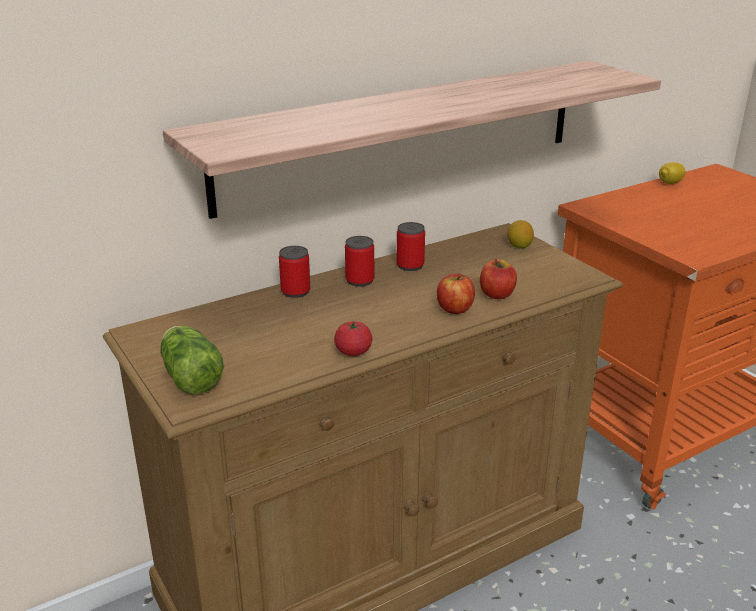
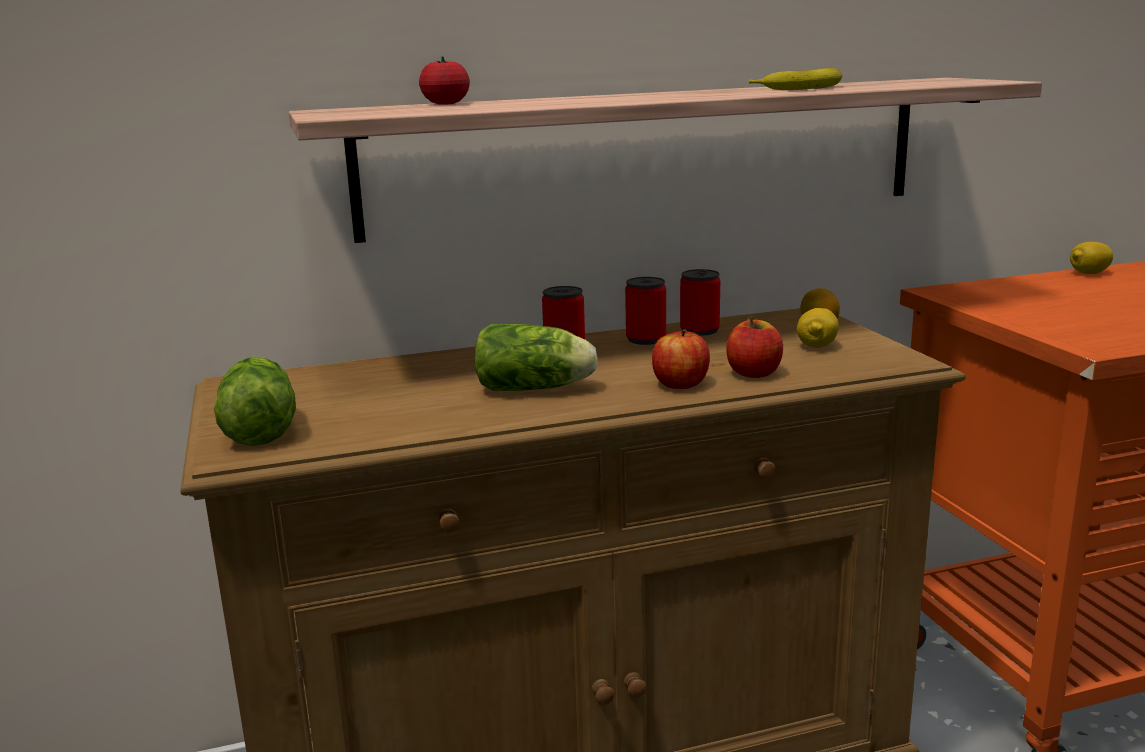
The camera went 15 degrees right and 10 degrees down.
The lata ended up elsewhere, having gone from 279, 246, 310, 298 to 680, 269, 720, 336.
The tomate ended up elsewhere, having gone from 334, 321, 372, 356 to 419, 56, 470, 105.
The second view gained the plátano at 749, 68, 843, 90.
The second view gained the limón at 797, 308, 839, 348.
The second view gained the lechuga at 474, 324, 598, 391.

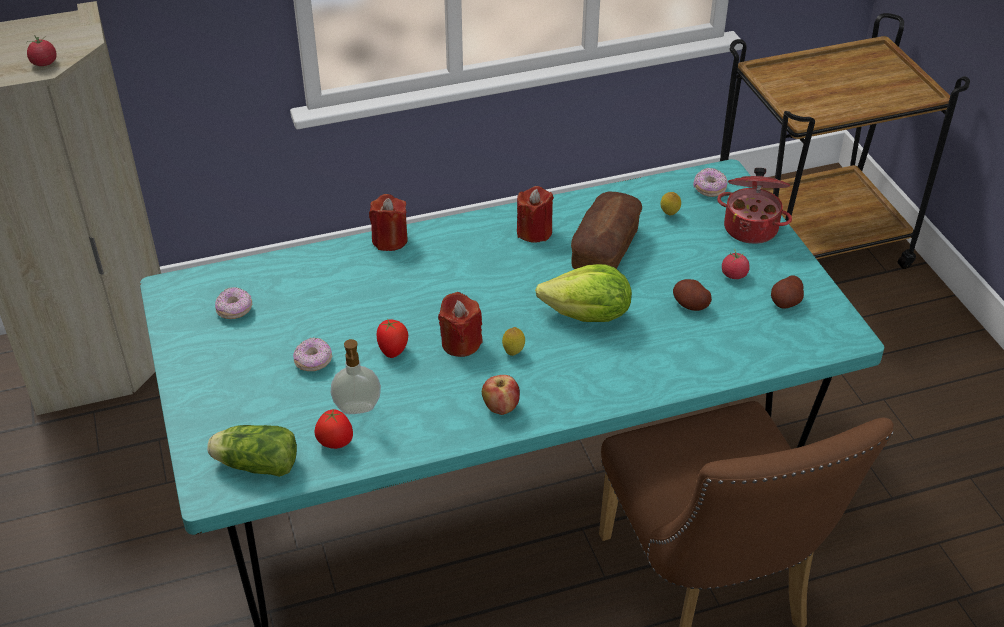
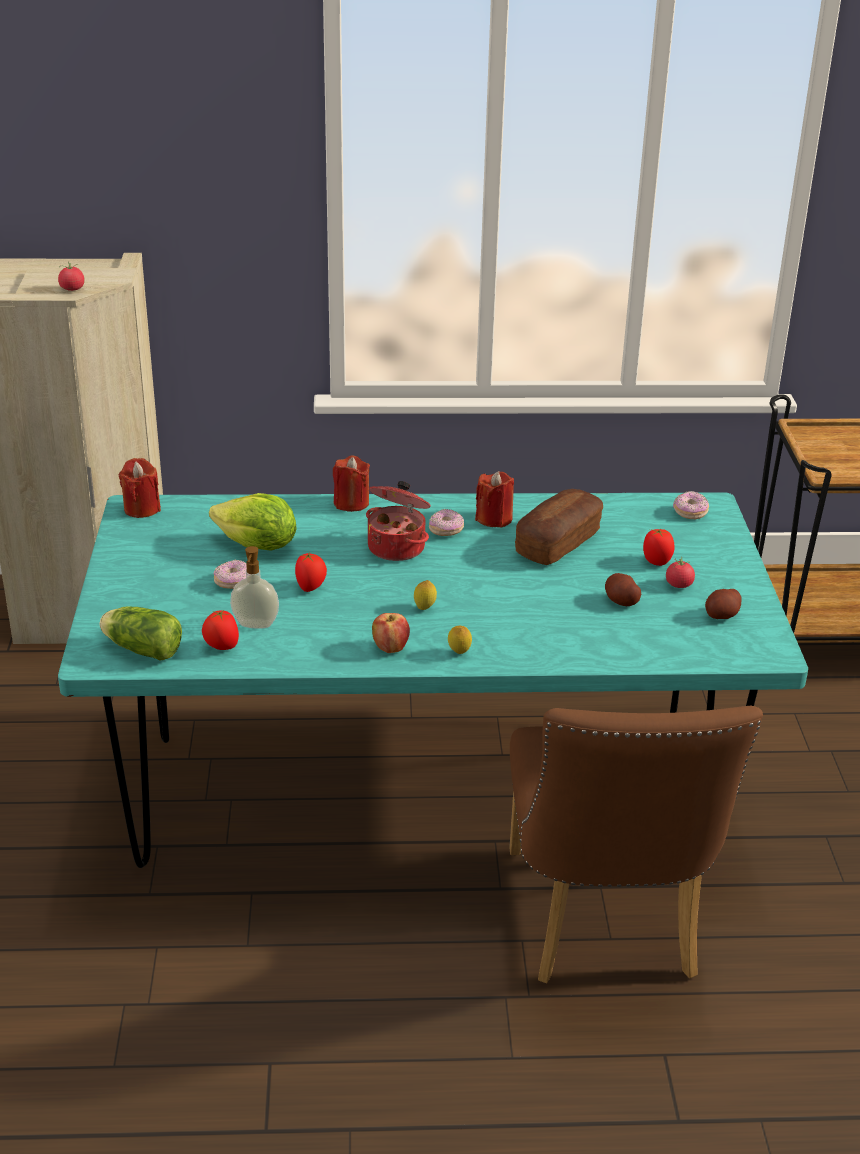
The camera went 15 degrees right and 10 degrees down.
The olla ended up elsewhere, having gone from 717, 168, 792, 244 to 366, 481, 431, 561.
The limón ended up elsewhere, having gone from 661, 192, 681, 216 to 448, 626, 472, 654.
The lechuga ended up elsewhere, having gone from 535, 264, 632, 322 to 209, 493, 297, 551.
The rosquilla ended up elsewhere, having gone from 215, 287, 253, 319 to 429, 509, 464, 536.
The vela (rojo) ended up elsewhere, having gone from 438, 292, 482, 357 to 119, 458, 161, 518.
The second view gained the tomate at 643, 529, 674, 566.

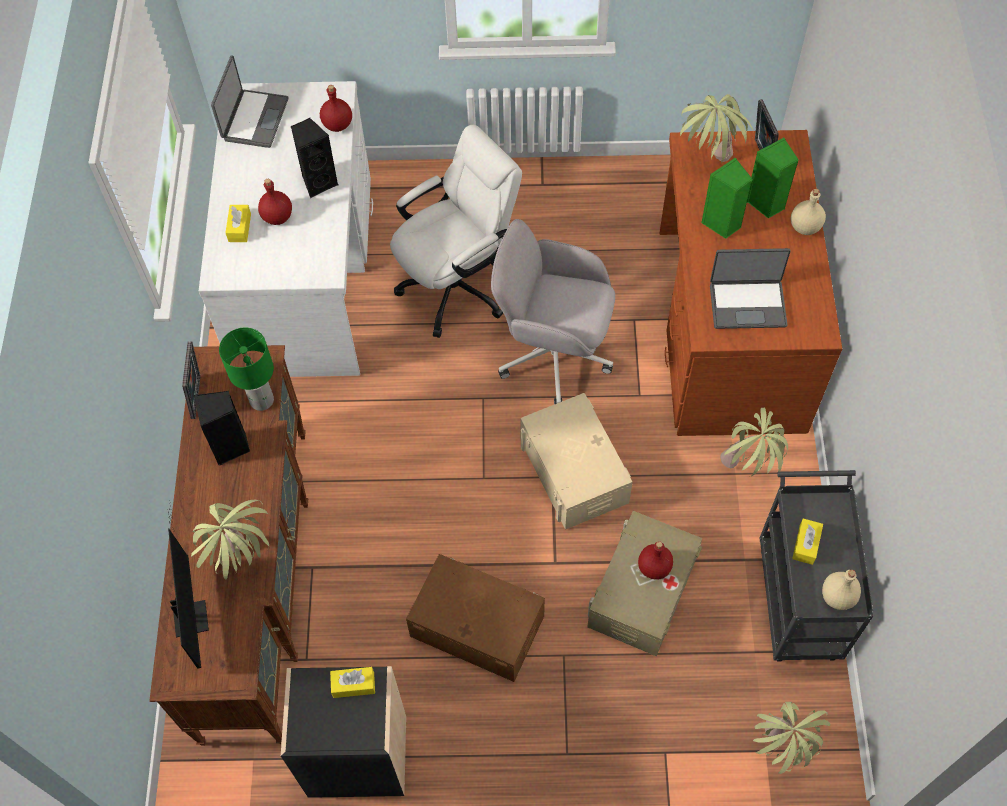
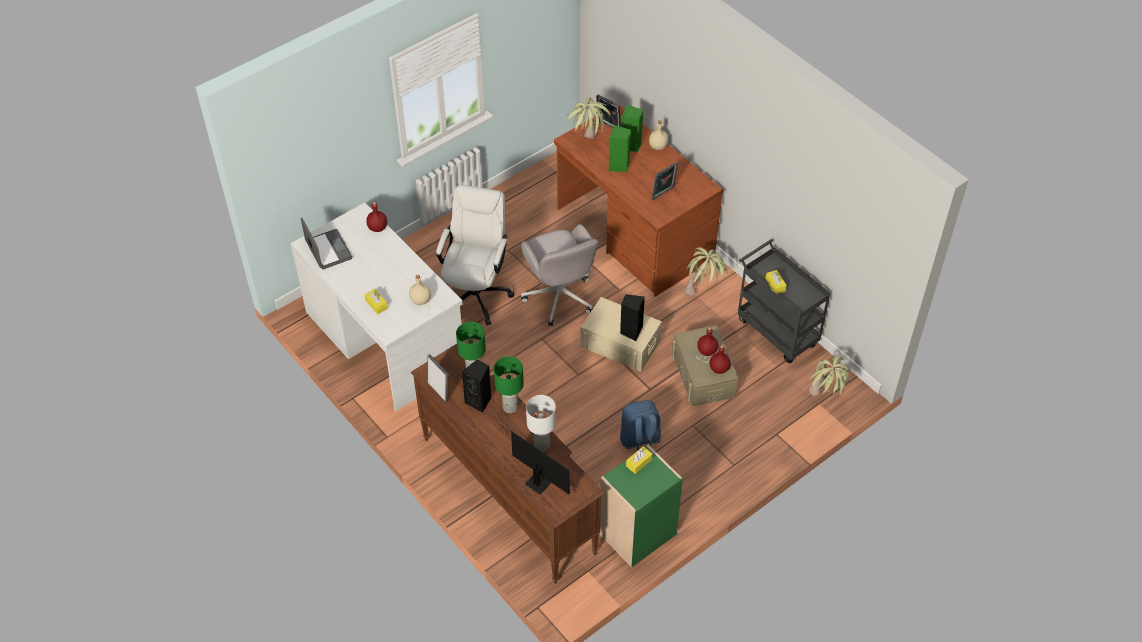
The camera went 40 degrees left and 10 degrees down.
The altavoz (negro) ended up elsewhere, having gone from 291, 118, 339, 198 to 620, 294, 645, 341.
The botella (rojo) ended up elsewhere, having gone from 258, 179, 292, 225 to 709, 345, 731, 374.
The silla de oficina (gris) at 491, 219, 615, 404 ended up facing another way, 90 degrees counterclockwise from before.
Where the portátil stood at 710, 248, 790, 329, the portarretratos came to stand at 651, 162, 679, 200.
Where the planta en maceta stood at 191, 500, 269, 579, the lámpara de mesa (blanco) came to stand at 526, 395, 556, 452.
Where the caja de almacenaje (marrón) stood at 406, 554, 545, 682, the mochila (azul) came to stand at 620, 400, 661, 451.
The botella (beis) ended up elsewhere, having gone from 822, 570, 861, 610 to 409, 275, 431, 305.
What was the estantería (negro) at 281, 666, 406, 798 turned into the estantería (verde) at 599, 445, 683, 568.
The second view gained the lámpara de mesa (verde) at 494, 356, 524, 413.

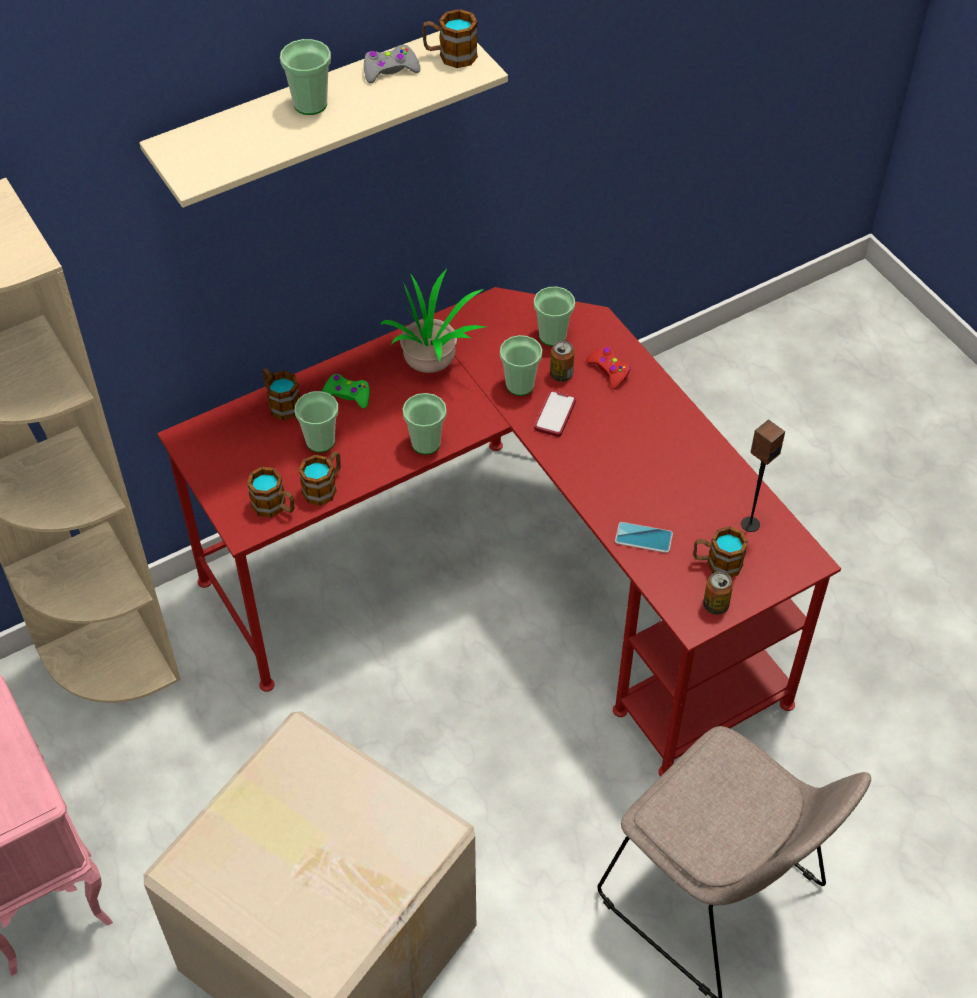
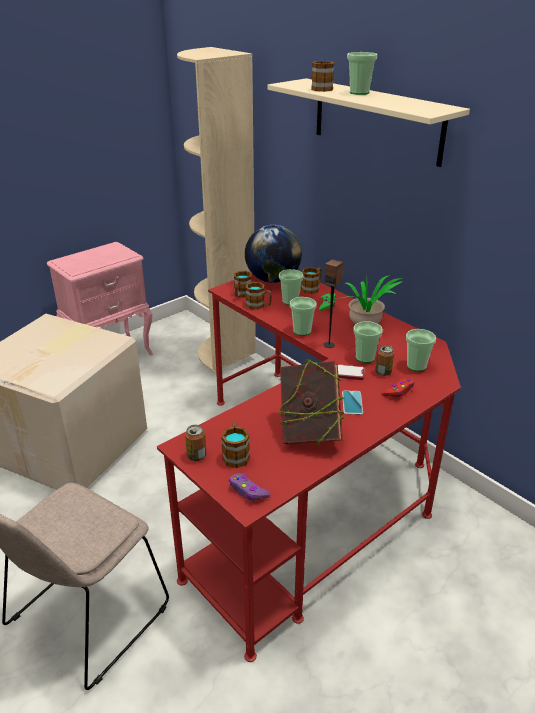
The camera went 80 degrees right and 20 degrees down.
The taza grande ended up elsewhere, having gone from 422, 9, 478, 68 to 311, 61, 335, 92.
The second view lost the mando de consola (gris) at 364, 45, 421, 83.
The altavoz ended up elsewhere, having gone from 741, 420, 785, 532 to 323, 259, 343, 348.
The móvil ended up elsewhere, having gone from 615, 522, 673, 553 to 342, 390, 363, 415.
The second view gained the globo terráqueo at 245, 225, 302, 283.
The second view gained the libro at 278, 359, 345, 446.
The second view gained the mando de consola (morado) at 229, 473, 270, 501.

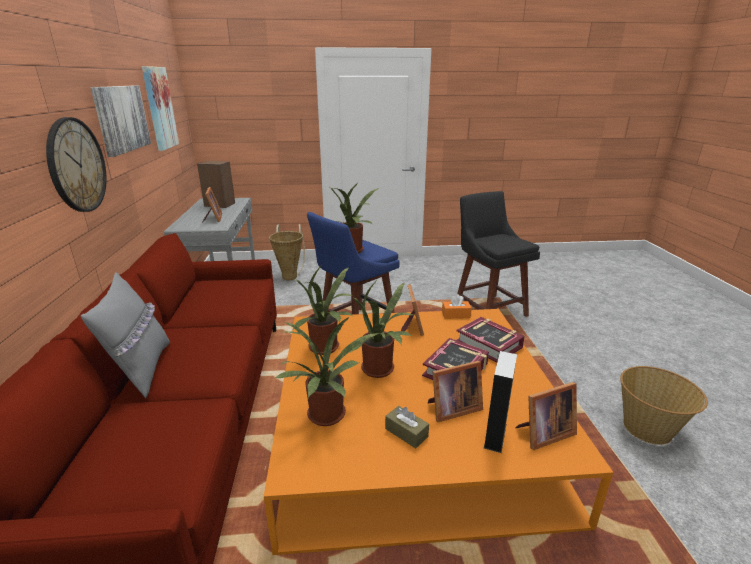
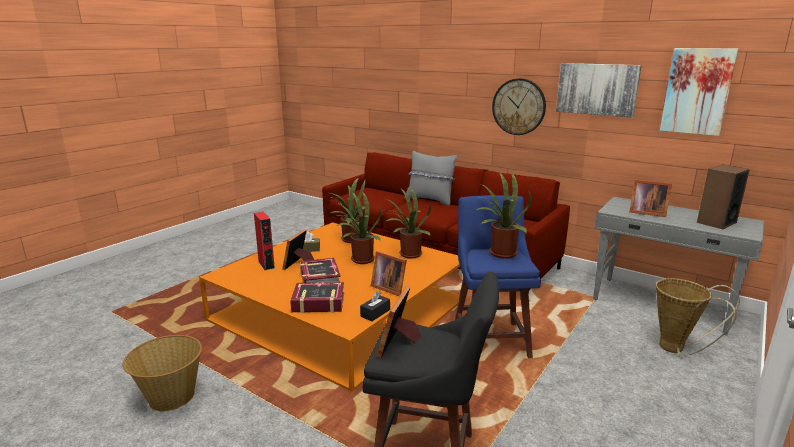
The camera went 130 degrees right and 5 degrees down.
What was the caja de pañuelos (naranja) at 442, 294, 472, 319 turned into the caja de pañuelos (negro) at 360, 291, 390, 321.
What was the altavoz (gris) at 484, 351, 517, 453 turned into the altavoz (rojo) at 254, 212, 275, 270.
The portarretratos ended up elsewhere, having gone from 515, 382, 577, 450 to 376, 285, 421, 358.

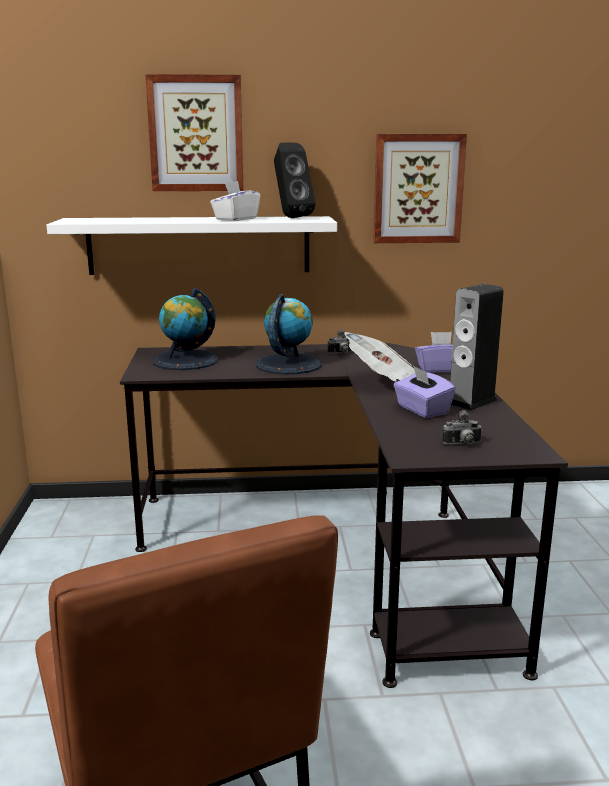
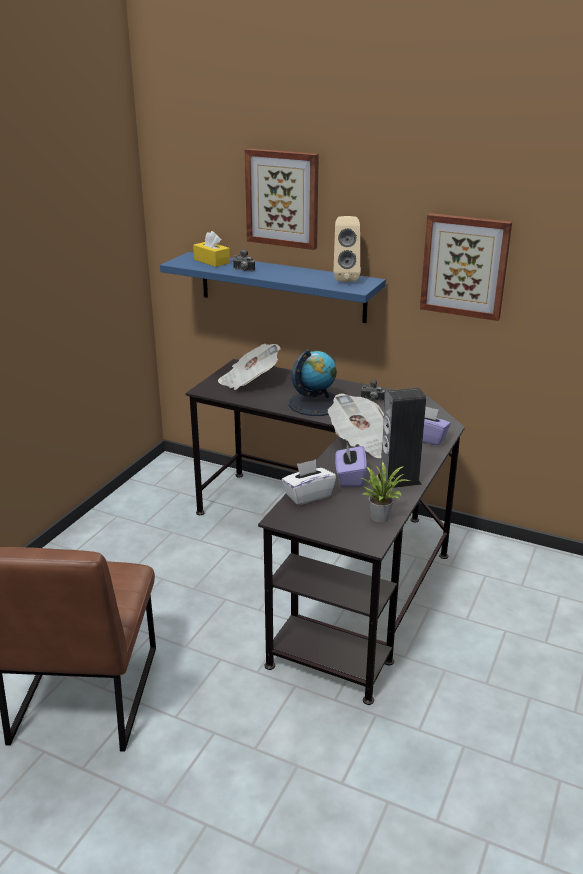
The camera went 30 degrees right and 10 degrees up.
What was the altavoz (negro) at 274, 142, 315, 218 turned into the altavoz (beis) at 334, 216, 360, 282.
The caja de pañuelos (blanco) ended up elsewhere, having gone from 210, 181, 260, 221 to 282, 459, 336, 505.
What was the estante (blanco) at 47, 216, 337, 275 turned into the estante (azul) at 160, 252, 386, 323.
Where the globo terráqueo stood at 153, 288, 219, 370, the periódico came to stand at 218, 344, 281, 390.
The cámara ended up elsewhere, having gone from 442, 410, 482, 445 to 233, 250, 255, 271.
The second view gained the caja de pañuelos (amarillo) at 193, 231, 230, 267.
The second view gained the planta en maceta at 361, 461, 410, 522.

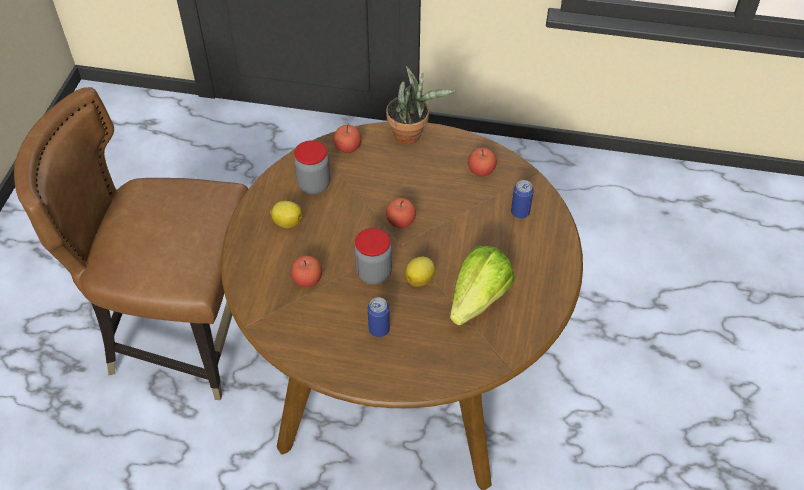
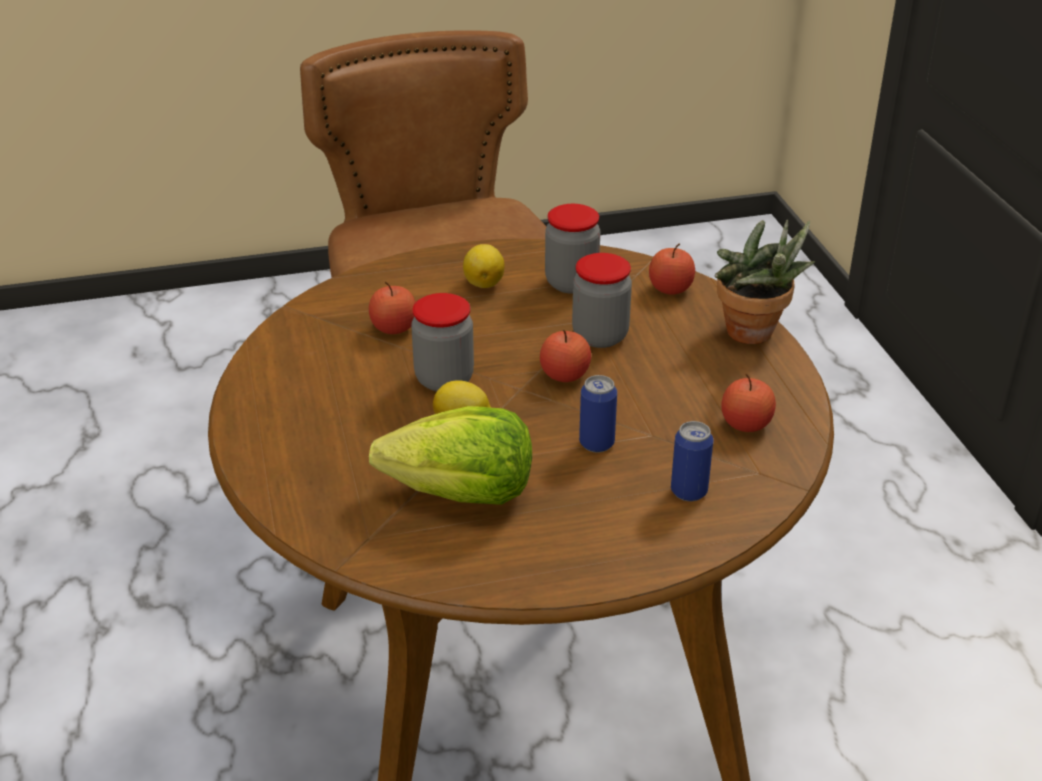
The camera went 65 degrees right and 15 degrees down.
The lata ended up elsewhere, having gone from 368, 297, 390, 337 to 579, 375, 617, 453.
The second view gained the tarro at 572, 253, 632, 348.

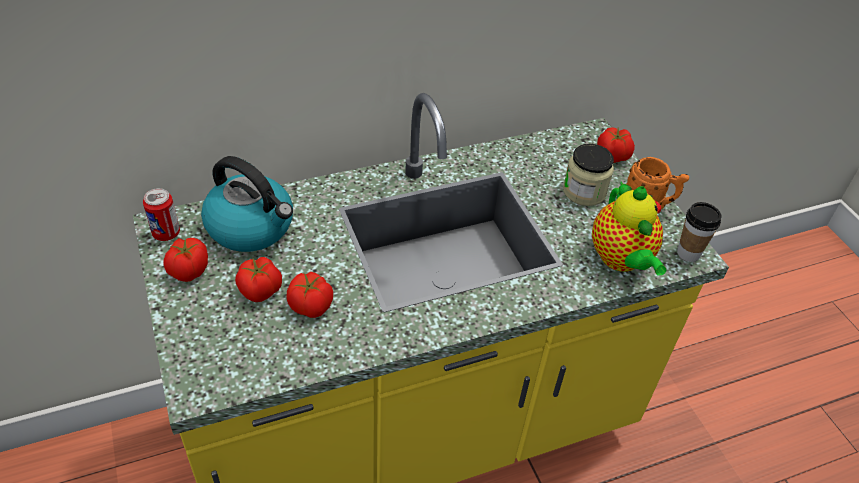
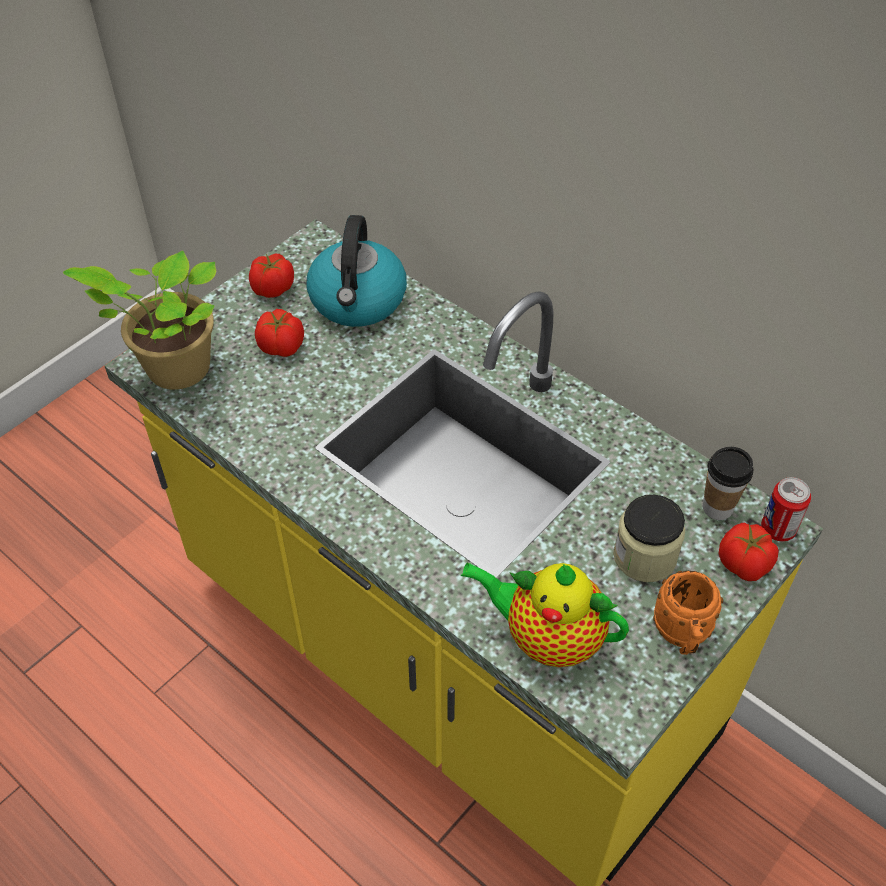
The camera went 65 degrees right and 5 degrees up.
The tetera at 592, 181, 667, 276 ended up facing another way, 60 degrees clockwise from before.
The lata ended up elsewhere, having gone from 143, 188, 180, 241 to 761, 477, 811, 542.
The taza ended up elsewhere, having gone from 677, 202, 722, 262 to 703, 447, 753, 520.
The second view lost the tomate at 287, 272, 333, 318.
The second view gained the planta en maceta at 63, 250, 216, 390.

